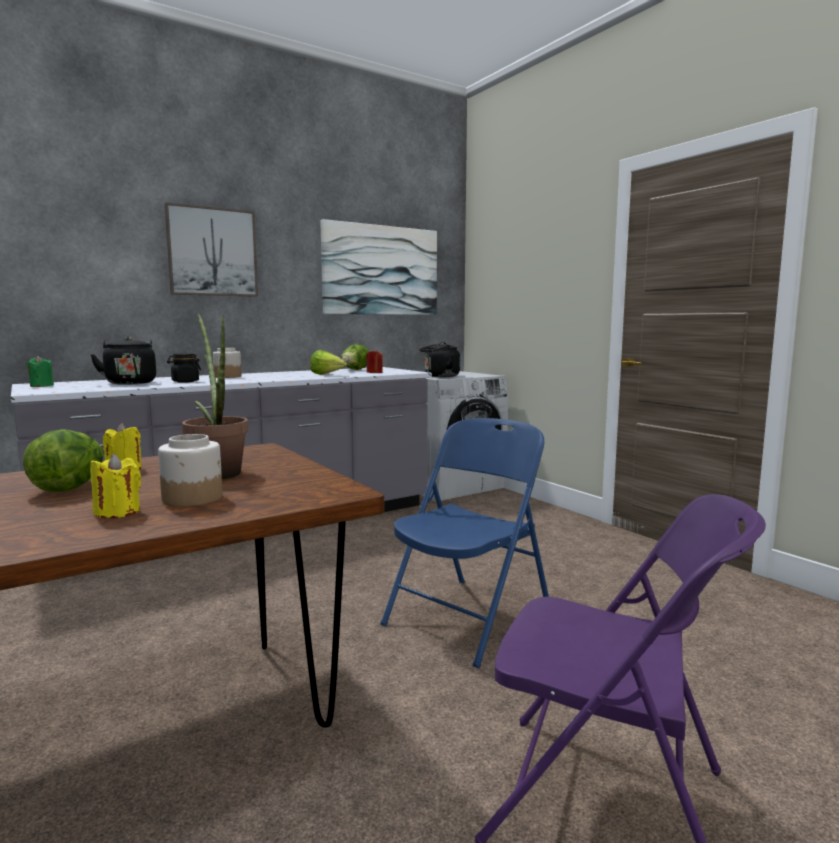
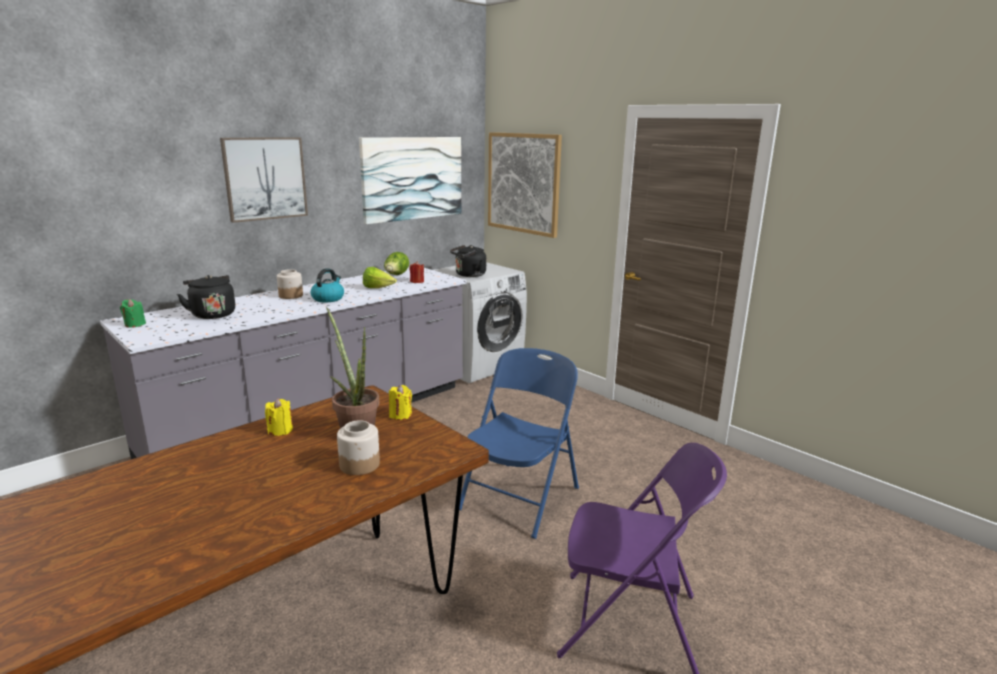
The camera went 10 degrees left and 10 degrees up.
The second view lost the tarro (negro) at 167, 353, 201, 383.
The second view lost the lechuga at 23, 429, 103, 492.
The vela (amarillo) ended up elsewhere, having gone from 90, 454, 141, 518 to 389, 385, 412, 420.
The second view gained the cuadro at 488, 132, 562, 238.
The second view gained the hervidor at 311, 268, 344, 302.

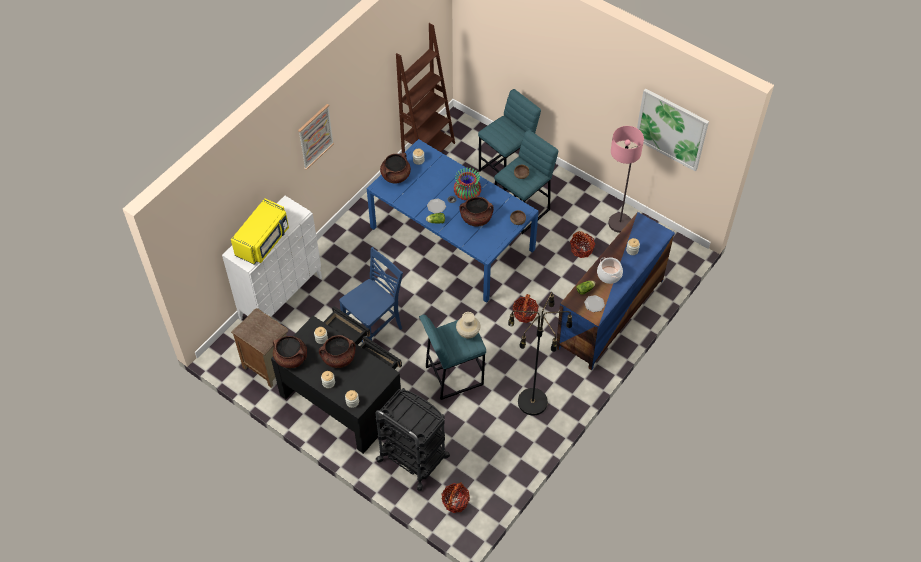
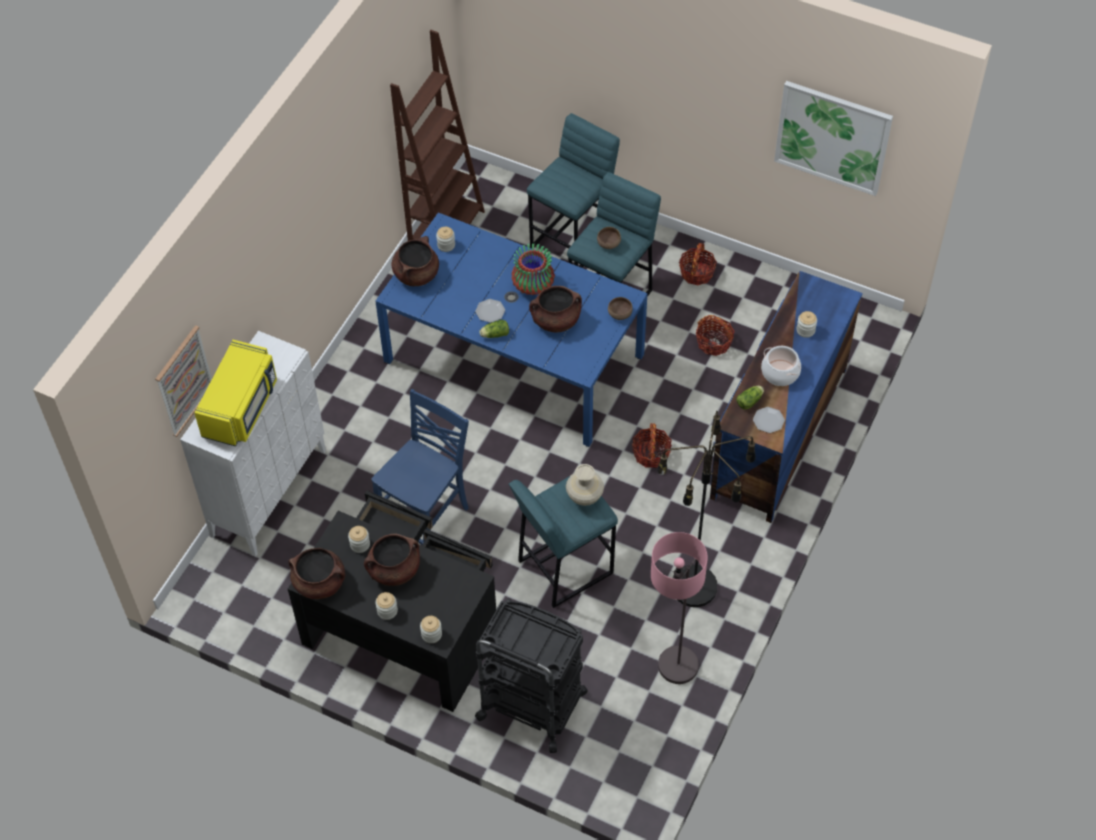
The camera went 10 degrees left and 0 degrees up.
The cuadro ended up elsewhere, having gone from 298, 104, 334, 170 to 155, 325, 212, 437.
The lámpara de pie (rosa) ended up elsewhere, having gone from 609, 126, 644, 233 to 651, 532, 708, 684.
The second view lost the mesita de noche (beis) at 231, 308, 288, 388.
The cesta ended up elsewhere, having gone from 442, 482, 470, 513 to 679, 243, 717, 285.

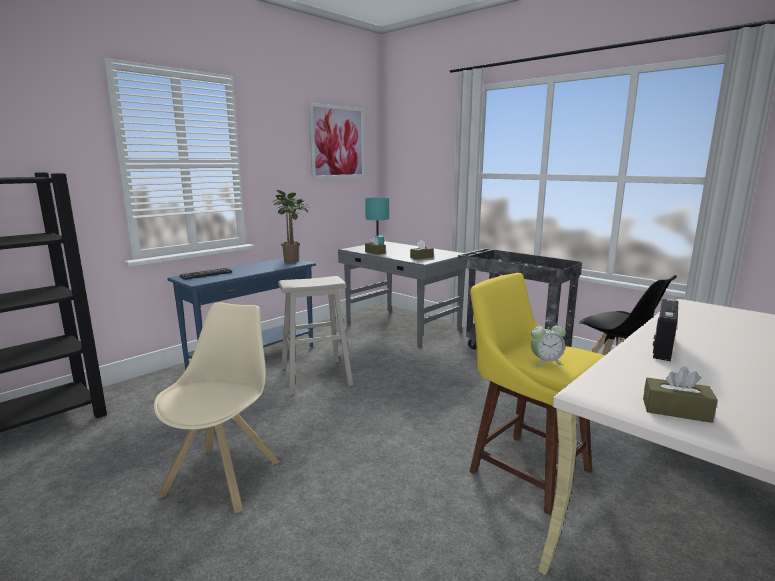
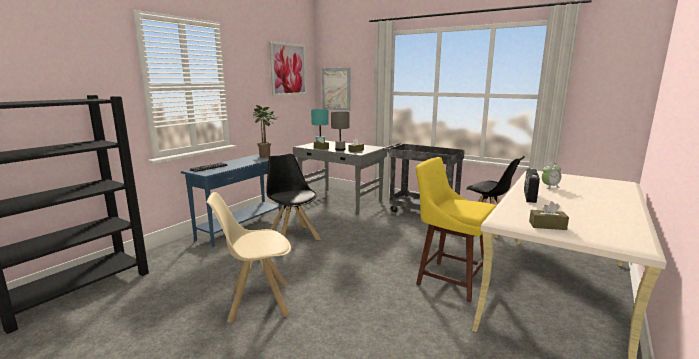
The camera went 10 degrees left and 0 degrees up.
Where the taburete (beis) stood at 278, 276, 353, 395, the silla (negro) came to stand at 266, 153, 320, 241.
The silla (beis) at 154, 302, 280, 513 ended up facing another way, 105 degrees counterclockwise from before.
The despertador ended up elsewhere, having gone from 531, 320, 566, 367 to 542, 162, 562, 189.
The second view gained the cuadro at 322, 68, 350, 111.
The second view gained the lámpara de mesa (gris) at 331, 111, 349, 151.

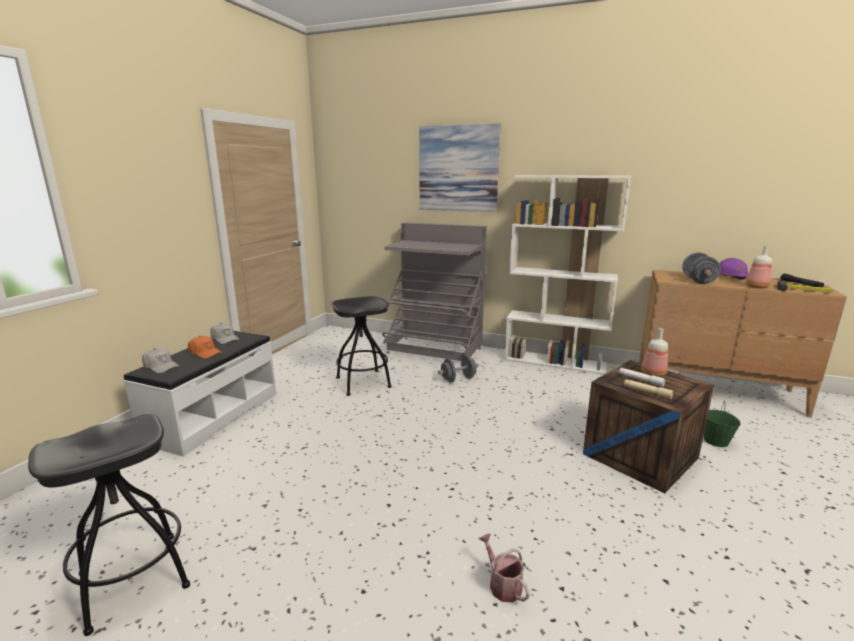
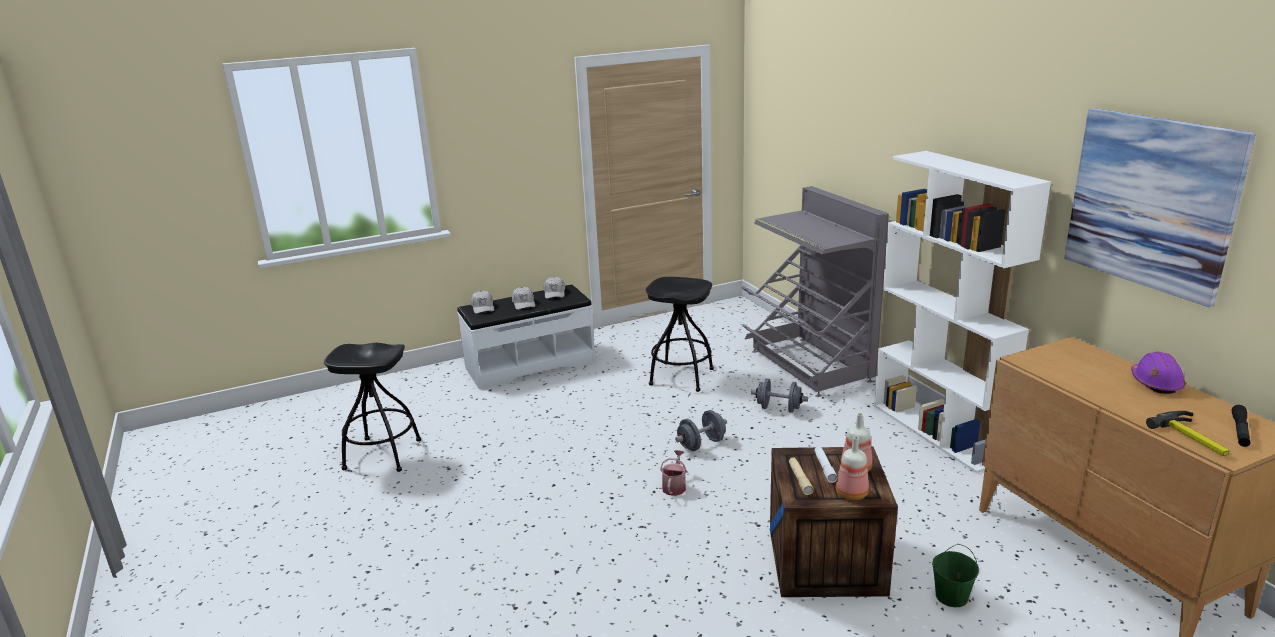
The camera went 45 degrees right and 5 degrees up.
The cuadro ended up elsewhere, having gone from 419, 123, 501, 212 to 1064, 108, 1256, 307.
The botella ended up elsewhere, having gone from 746, 245, 772, 288 to 836, 436, 869, 500.
The mancuerna (gris) ended up elsewhere, having gone from 682, 252, 721, 284 to 675, 410, 727, 451.
What was the gorra (naranja) at 188, 336, 222, 359 turned into the gorra (blanco) at 512, 287, 535, 310.
The regadera ended up elsewhere, having gone from 479, 534, 530, 603 to 660, 450, 687, 496.

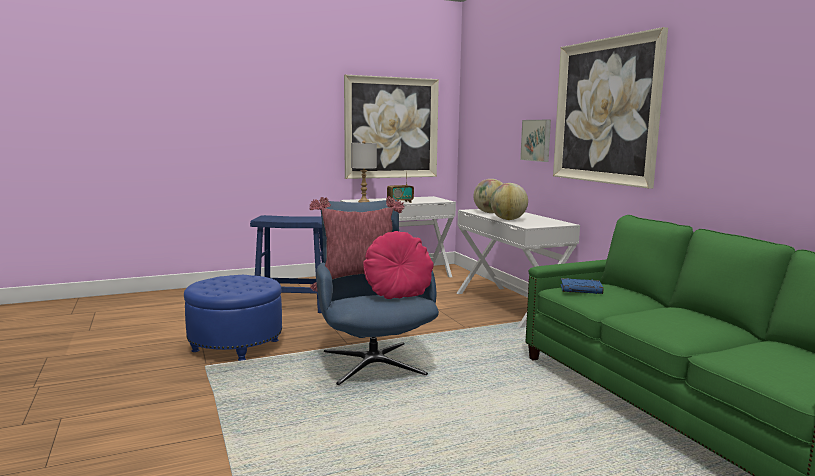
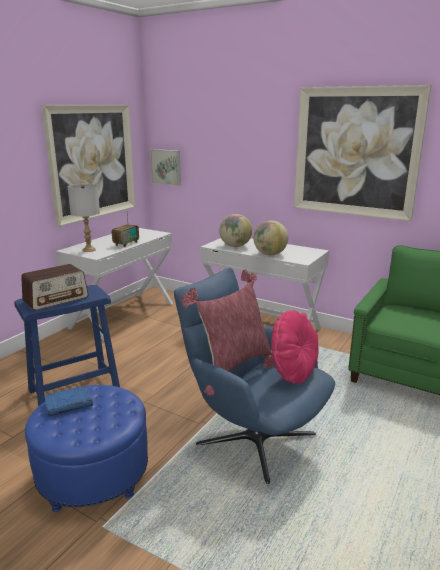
The camera went 35 degrees left and 10 degrees up.
The cuadro ended up elsewhere, having gone from 520, 120, 551, 162 to 150, 149, 181, 186.
The libro (azul) ended up elsewhere, having gone from 560, 278, 603, 294 to 44, 385, 93, 417.
The second view gained the radio at 21, 264, 88, 310.

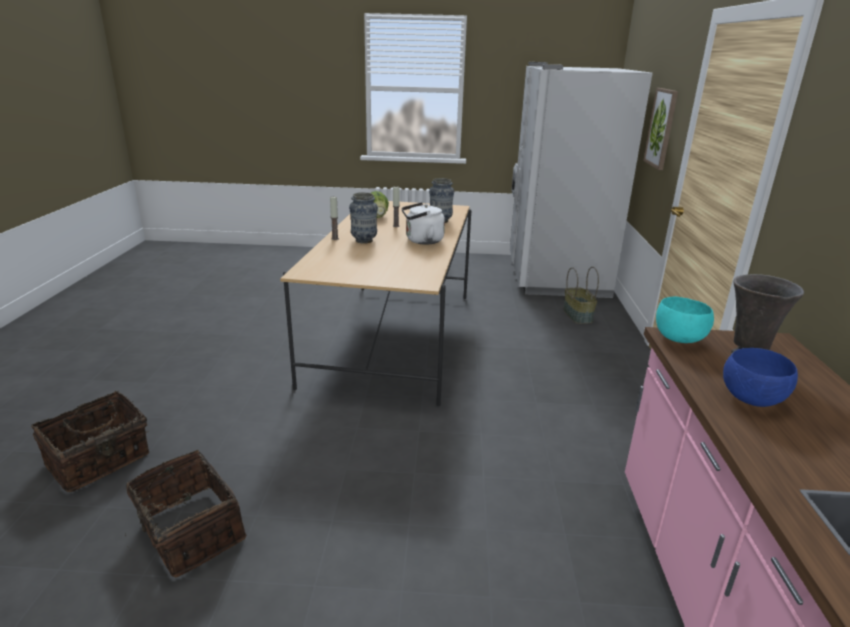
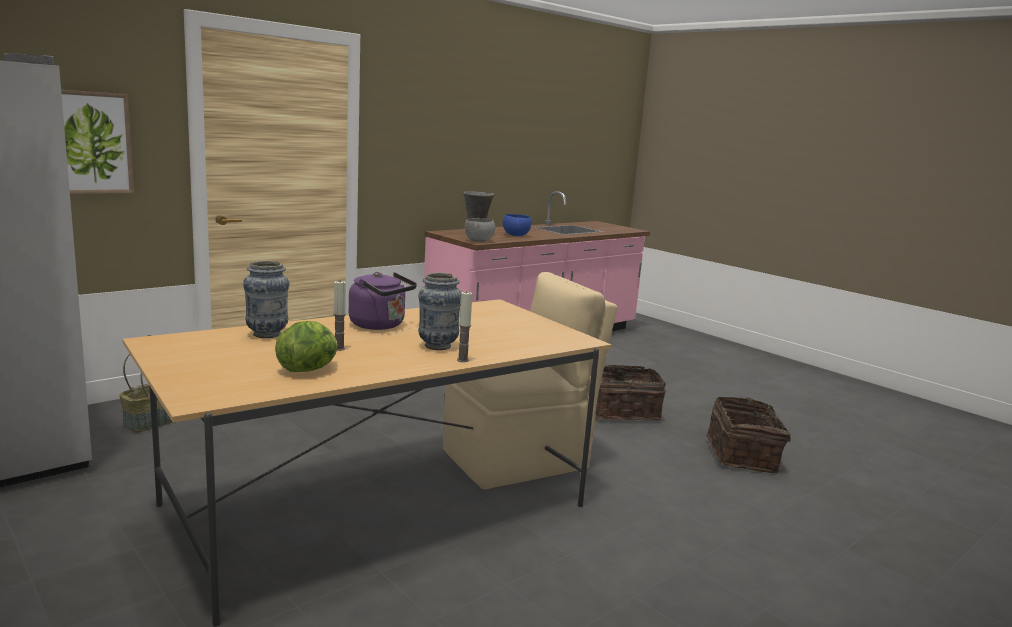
The camera went 135 degrees left and 10 degrees down.
What was the hervidor (blanco) at 402, 202, 445, 245 turned into the hervidor (morado) at 349, 272, 417, 330.
What was the cuenco (turquesa) at 656, 297, 714, 343 turned into the cuenco (gris) at 465, 218, 495, 242.
The cesta ended up elsewhere, having gone from 32, 391, 149, 492 to 595, 364, 666, 420.
The second view gained the silla (beis) at 443, 272, 618, 490.

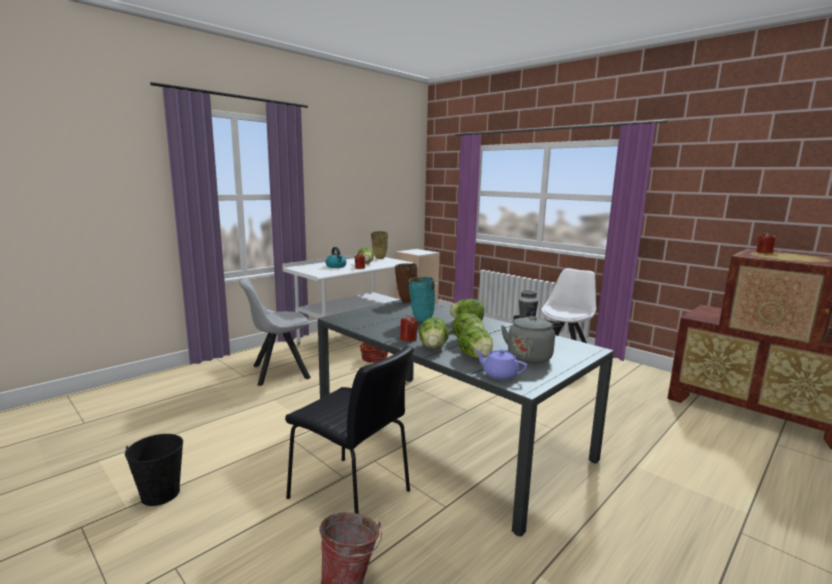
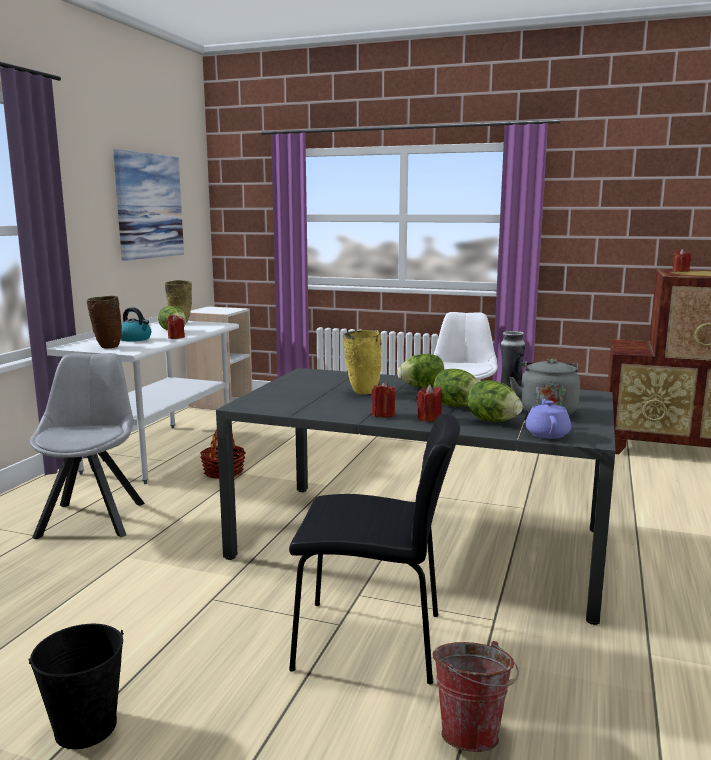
The camera went 25 degrees left and 0 degrees up.
The florero (marrón) ended up elsewhere, having gone from 395, 263, 418, 303 to 86, 296, 122, 348.
What was the florero (turquesa) at 408, 277, 435, 322 turned into the florero (amarillo) at 343, 330, 382, 394.
The silla (gris) at 239, 278, 311, 386 ended up facing another way, 135 degrees clockwise from before.
Where the lechuga stood at 419, 317, 449, 349, the vela (rojo) came to stand at 416, 384, 442, 422.
The tetera (morado) at 474, 349, 527, 380 ended up facing another way, 90 degrees clockwise from before.
The second view gained the cuadro at 113, 149, 184, 261.

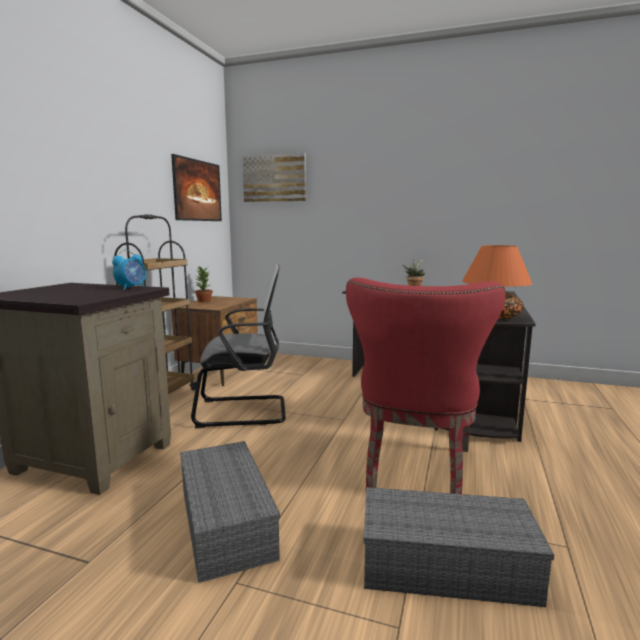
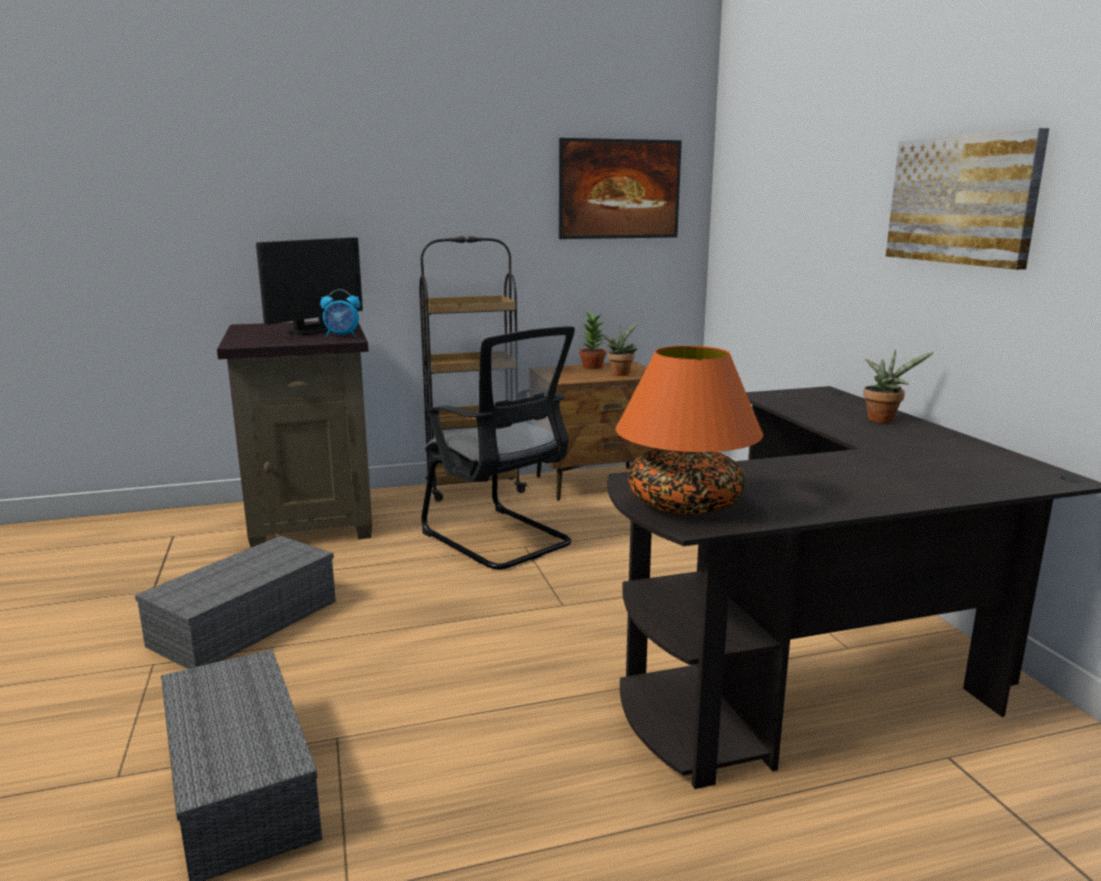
The camera went 55 degrees right and 5 degrees up.
The cuadro ended up elsewhere, having gone from 242, 153, 306, 202 to 886, 128, 1049, 270.
The second view lost the silla (rojo) at 346, 278, 505, 494.
The second view gained the monitor at 256, 237, 363, 335.
The second view gained the planta en maceta at 601, 322, 638, 376.

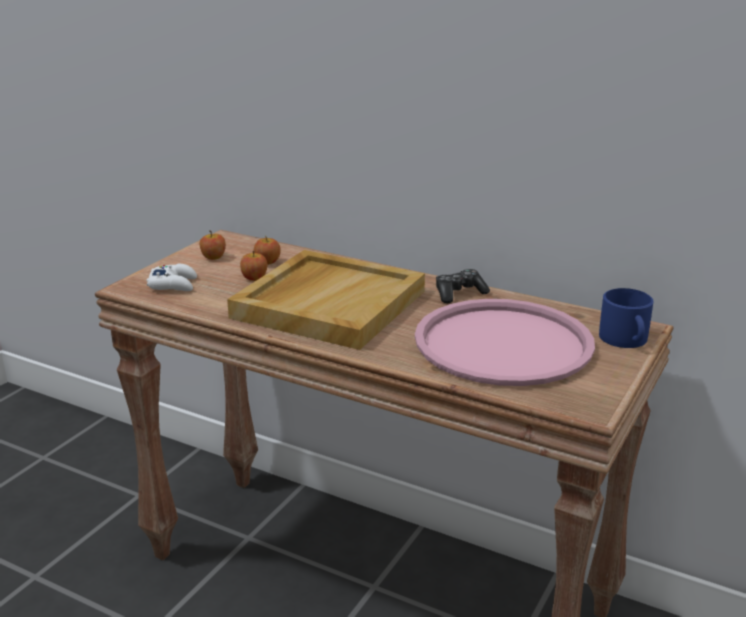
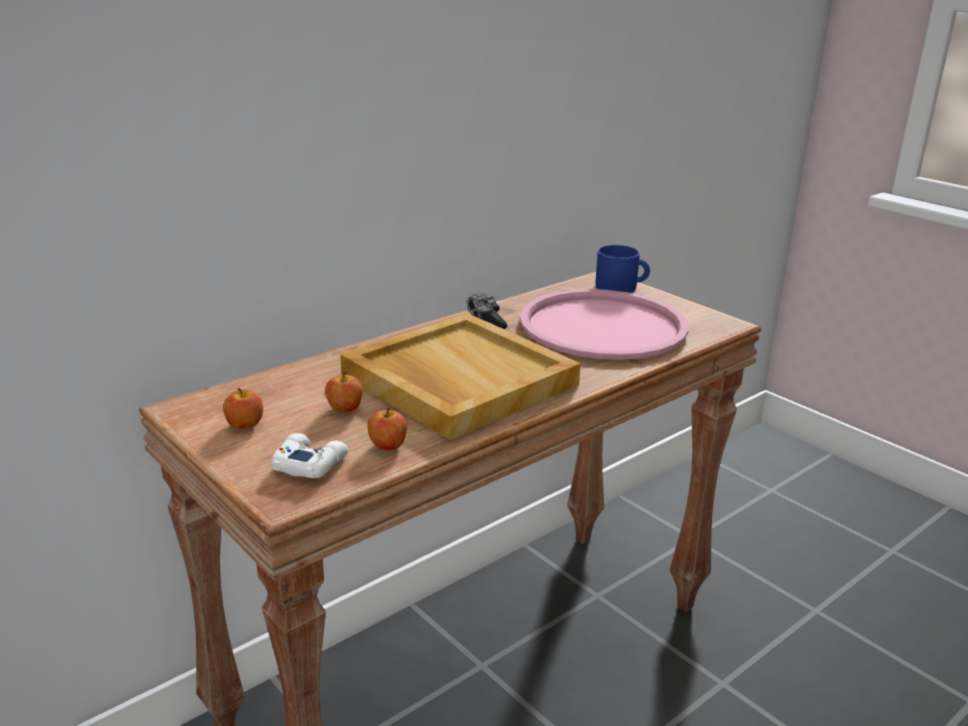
The camera went 70 degrees left and 0 degrees up.
The manzana ended up elsewhere, having gone from 254, 236, 281, 265 to 368, 408, 407, 450.

